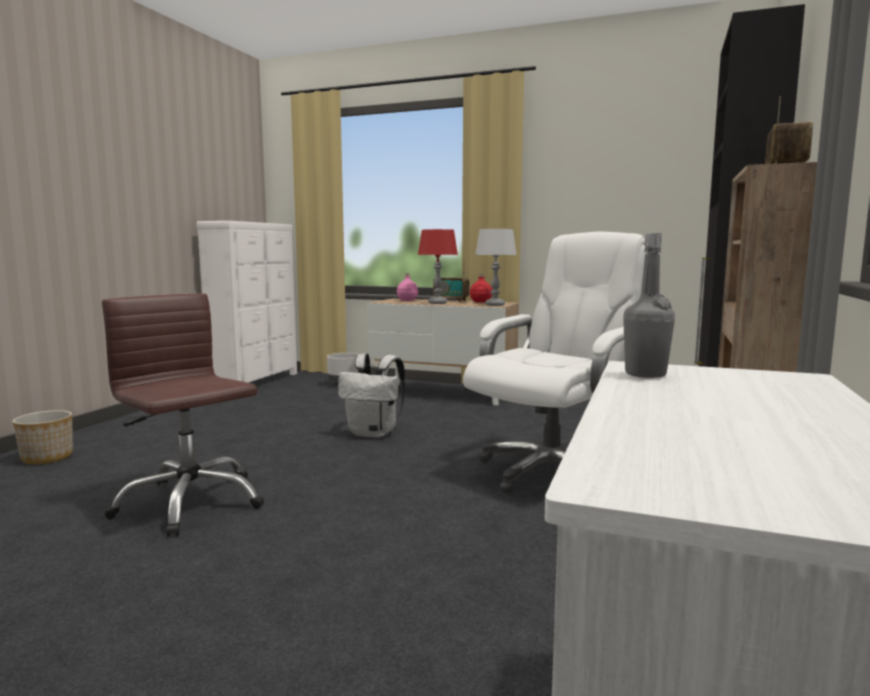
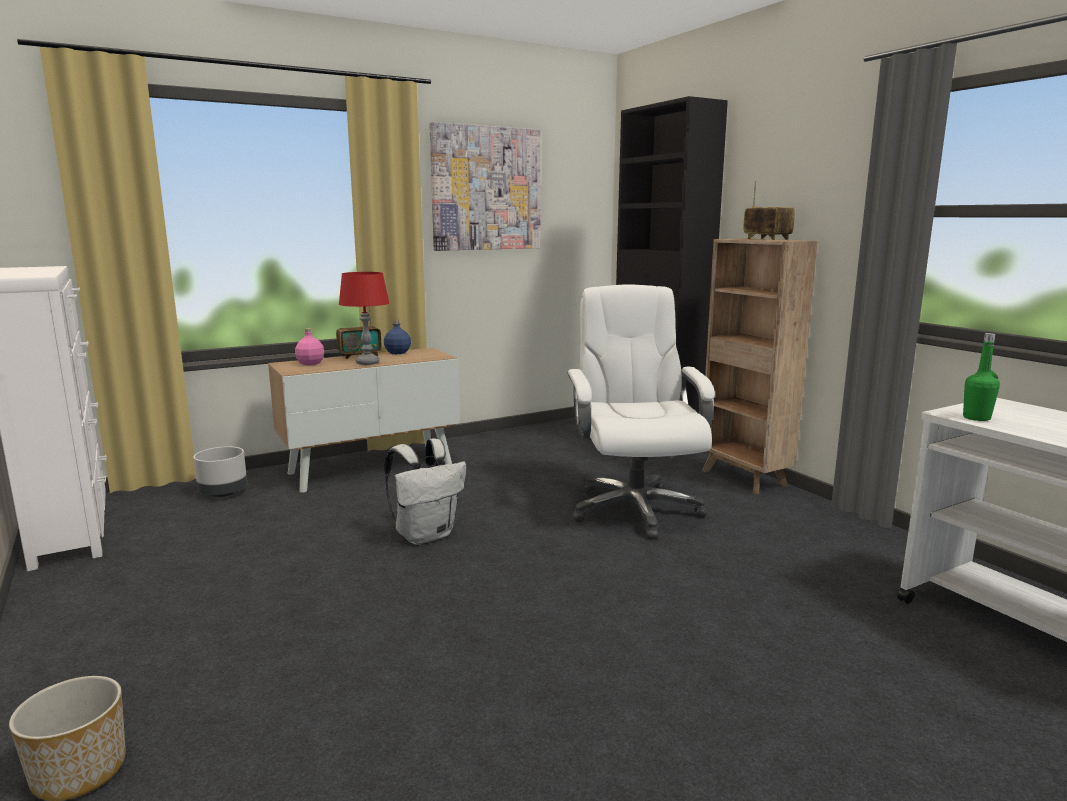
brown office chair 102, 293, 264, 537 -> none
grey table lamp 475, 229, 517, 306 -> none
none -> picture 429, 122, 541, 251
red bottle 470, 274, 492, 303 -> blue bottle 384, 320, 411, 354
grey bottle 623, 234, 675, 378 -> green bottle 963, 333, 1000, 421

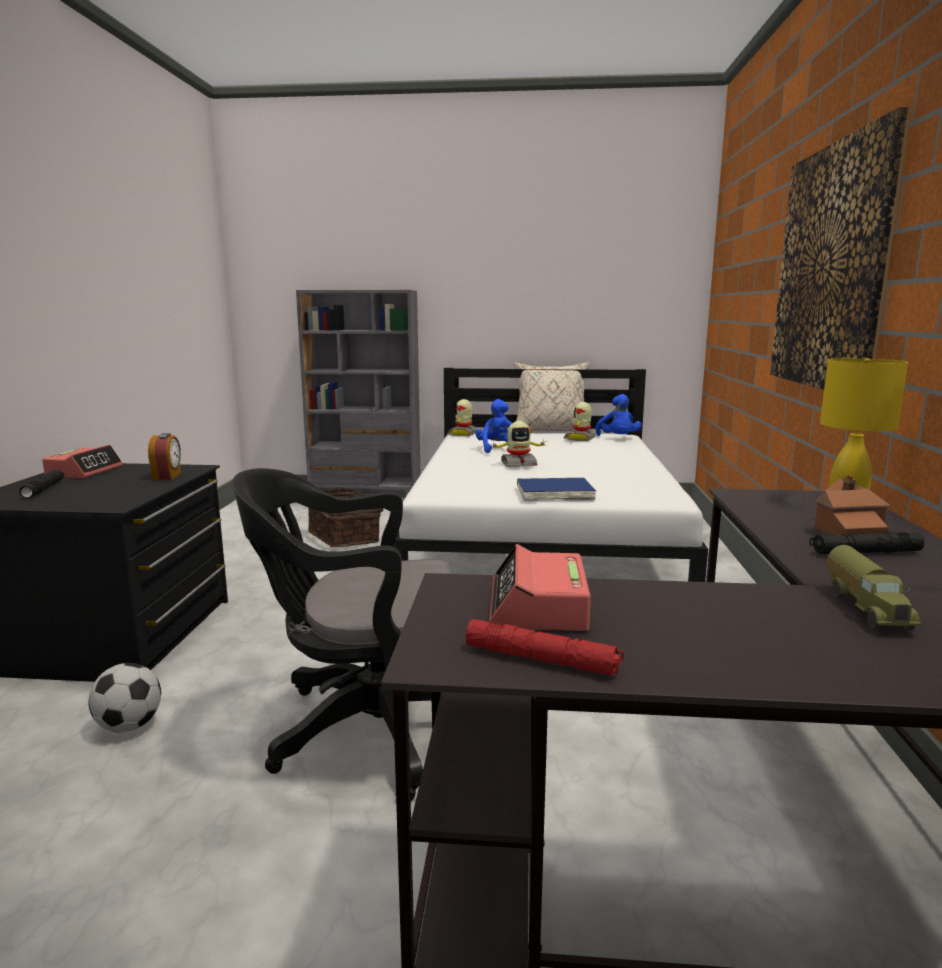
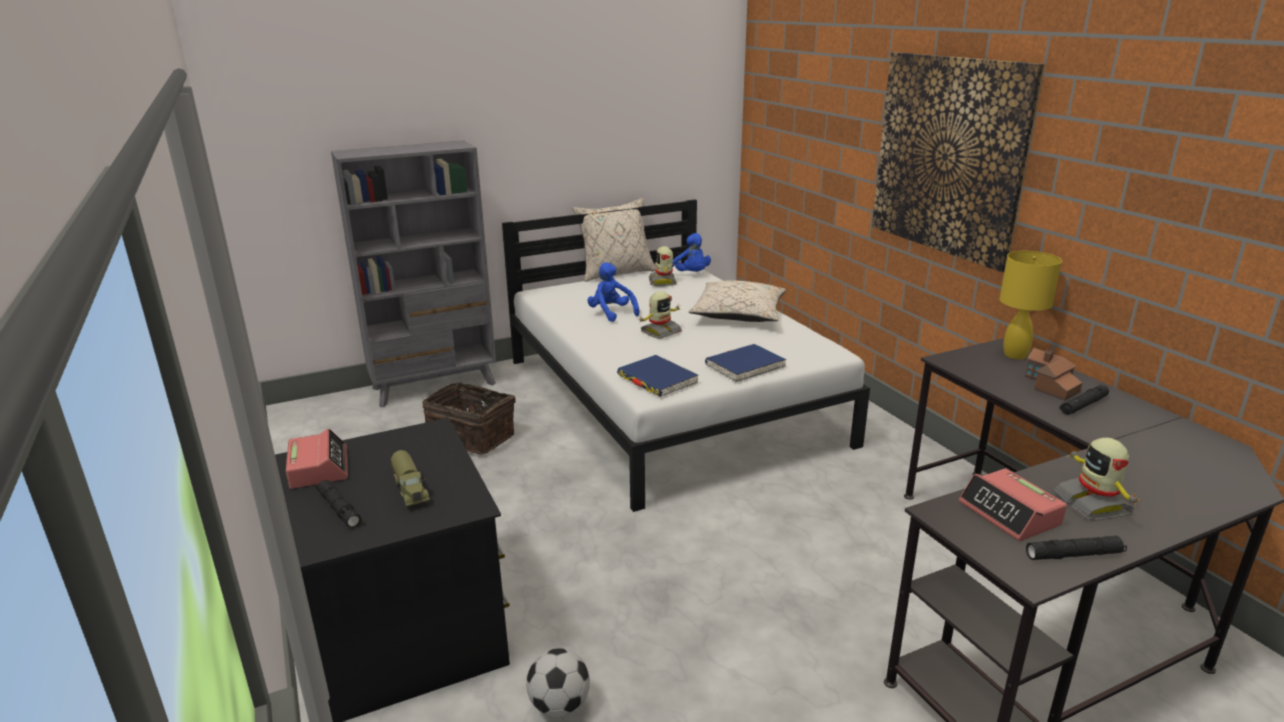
alarm clock 148, 433, 181, 480 -> none
black office chair 232, 468, 450, 801 -> none
none -> blue book 617, 355, 699, 397
none -> beige pillow 689, 280, 786, 322
toy robot 447, 399, 477, 436 -> toy robot 1053, 438, 1142, 521, moved
toy truck 826, 545, 922, 631 -> toy truck 391, 450, 430, 508, moved
red flashlight 466, 619, 624, 676 -> black flashlight 1026, 535, 1127, 560

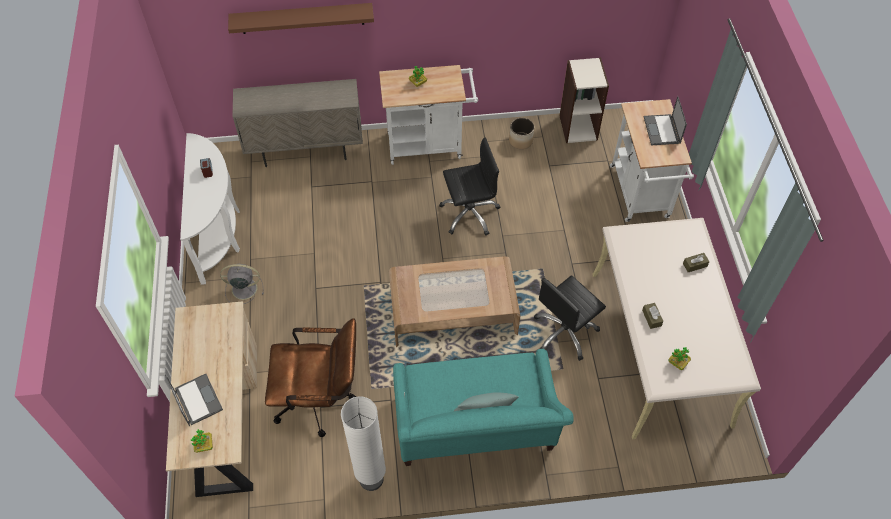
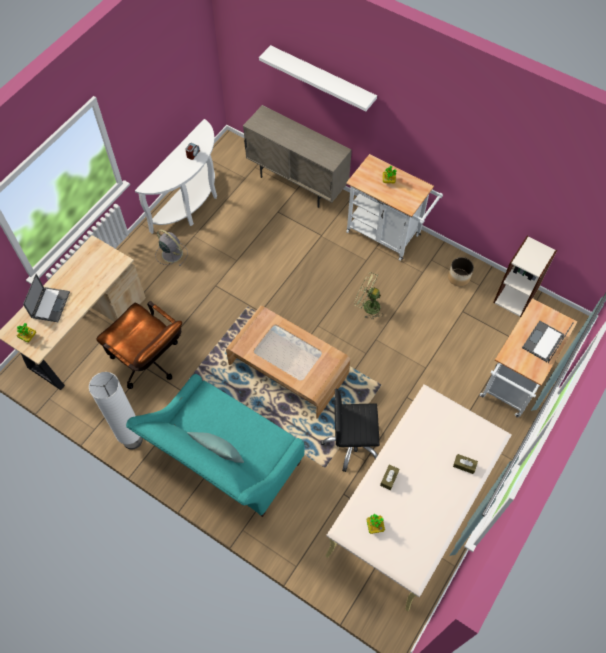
black office chair 439, 138, 500, 236 -> green fan 354, 272, 382, 320
brown shelf 228, 3, 374, 34 -> white shelf 259, 45, 377, 112

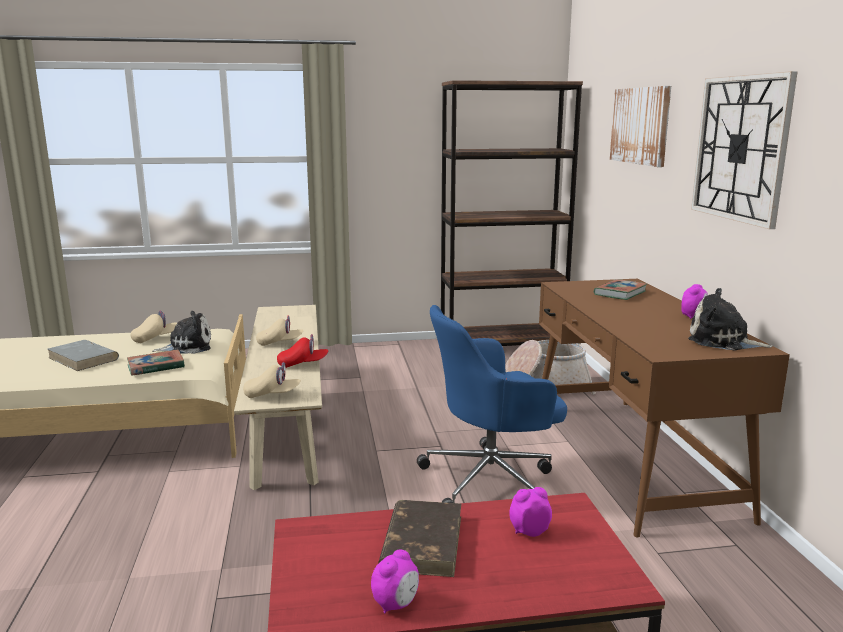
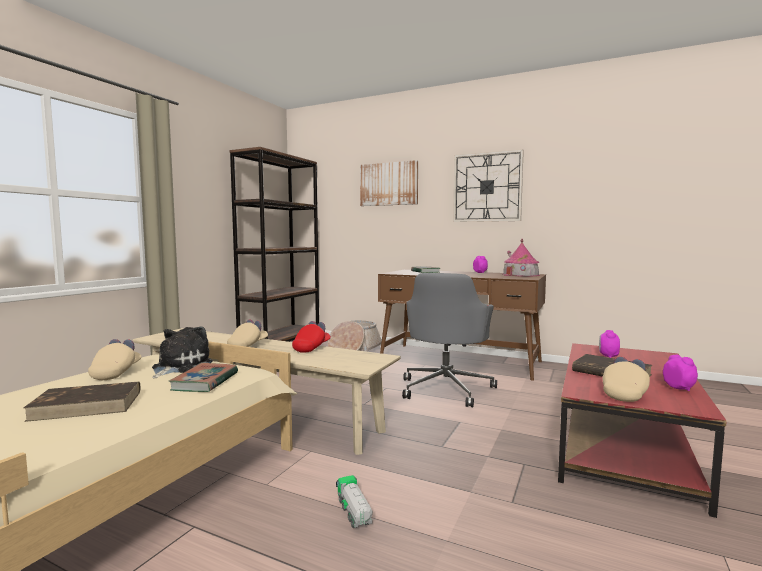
none -> toy truck 336, 475, 373, 528
beige cap 243, 362, 301, 398 -> beige cap 603, 357, 650, 402, moved
plush toy 688, 288, 773, 350 -> toy house 502, 239, 540, 277
grey book 48, 340, 119, 371 -> brown book 23, 382, 140, 422
blue office chair 417, 305, 567, 503 -> grey office chair 402, 273, 497, 407

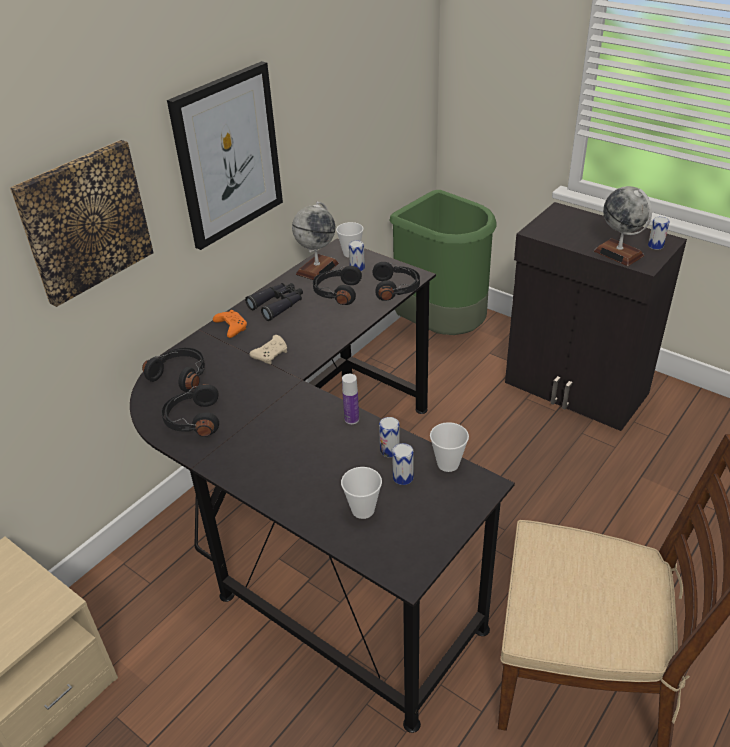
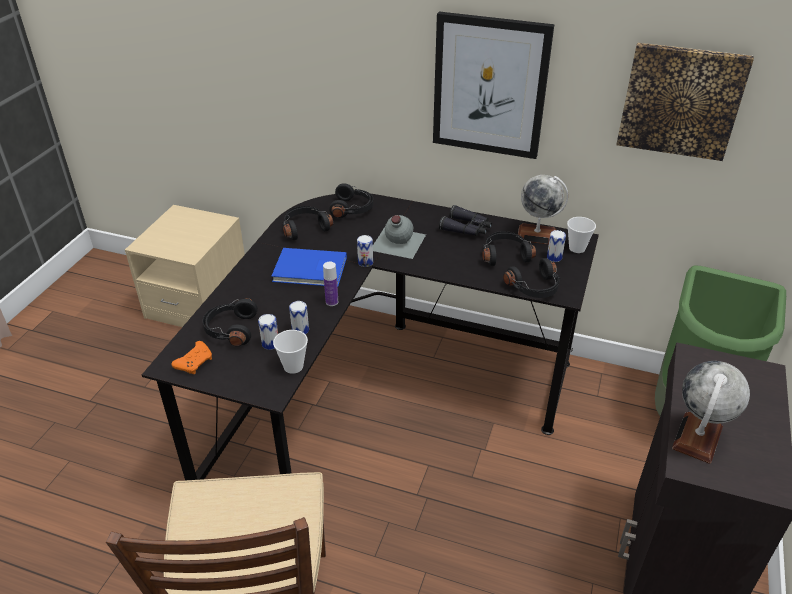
none -> blue book 271, 248, 347, 287
picture 10, 140, 154, 307 -> picture 616, 42, 754, 161, moved
orange game controller 213, 310, 247, 338 -> orange game controller 171, 341, 212, 374, moved
can 648, 217, 670, 250 -> can 357, 235, 373, 267, moved
beige game controller 250, 335, 287, 364 -> grey bottle 373, 215, 426, 259
cup 341, 467, 382, 519 -> black headphones 202, 298, 258, 346

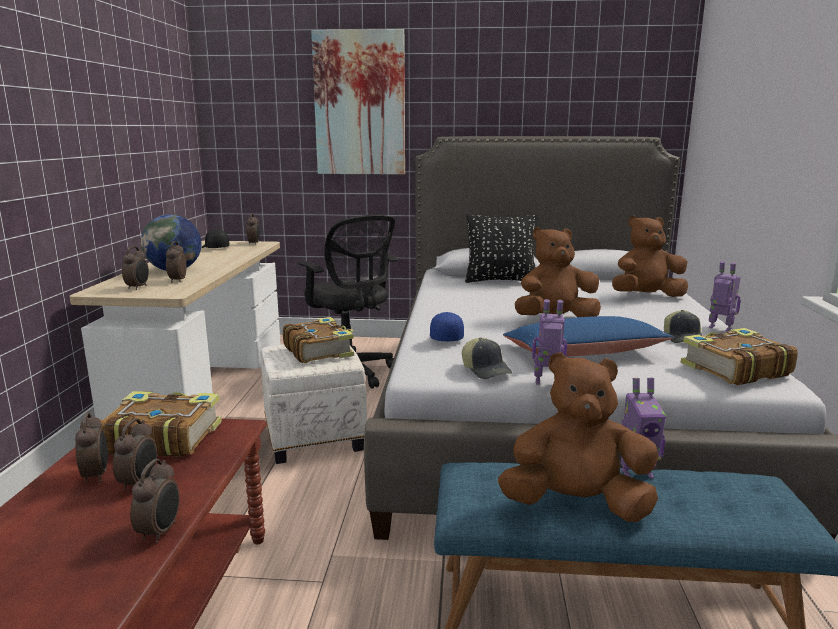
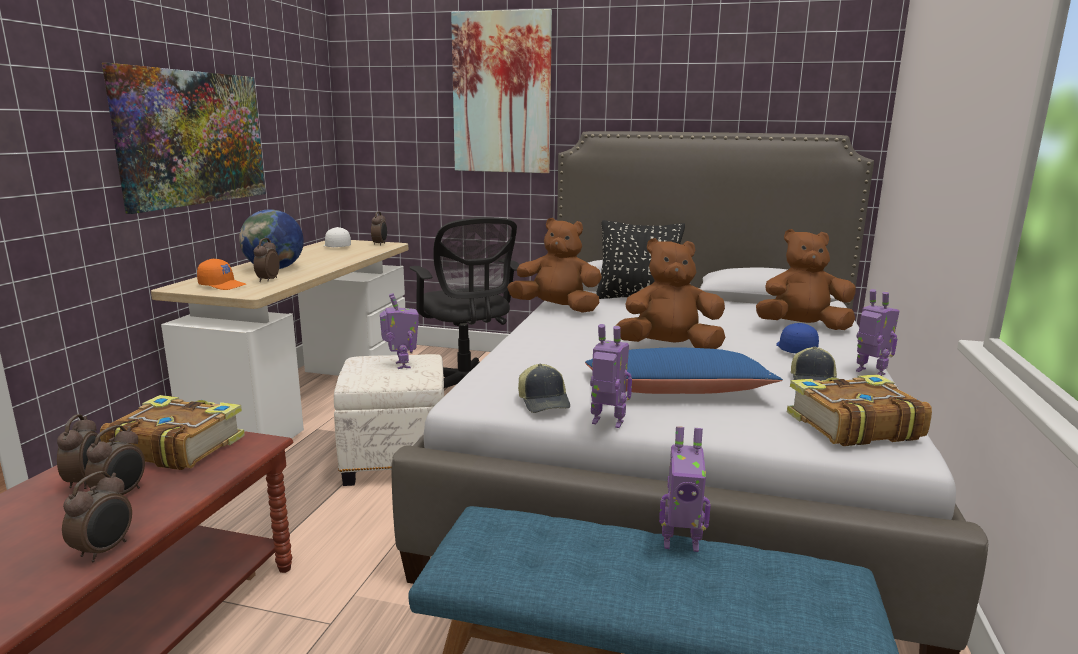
none -> picture 102, 63, 266, 214
blue cap 430, 312, 464, 341 -> blue cap 776, 323, 819, 353, moved
brown plush toy 498, 352, 658, 522 -> brown plush toy 507, 218, 602, 313, moved
alarm clock 122, 246, 149, 290 -> orange cap 197, 258, 246, 290
book 283, 317, 354, 363 -> toy robot 380, 293, 419, 369
black cap 202, 229, 230, 248 -> white cap 324, 227, 351, 247

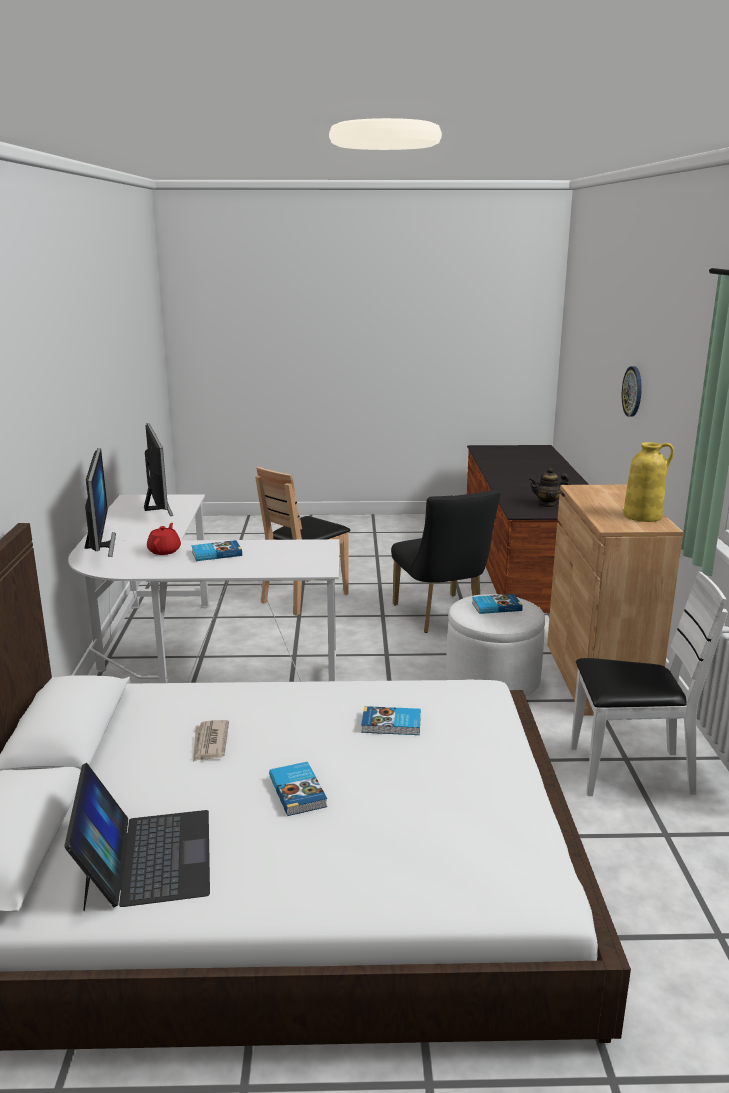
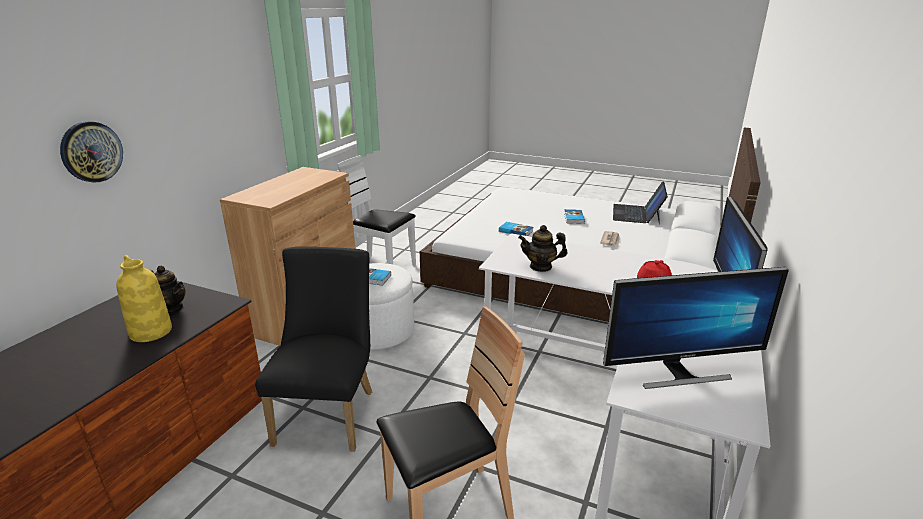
book 192, 540, 242, 561 -> none
none -> teapot 518, 225, 568, 272
yellow vase 623, 442, 674, 522 -> yellow vase 116, 255, 172, 342, moved
monitor 144, 423, 174, 516 -> monitor 603, 267, 789, 389, 105 degrees counterclockwise

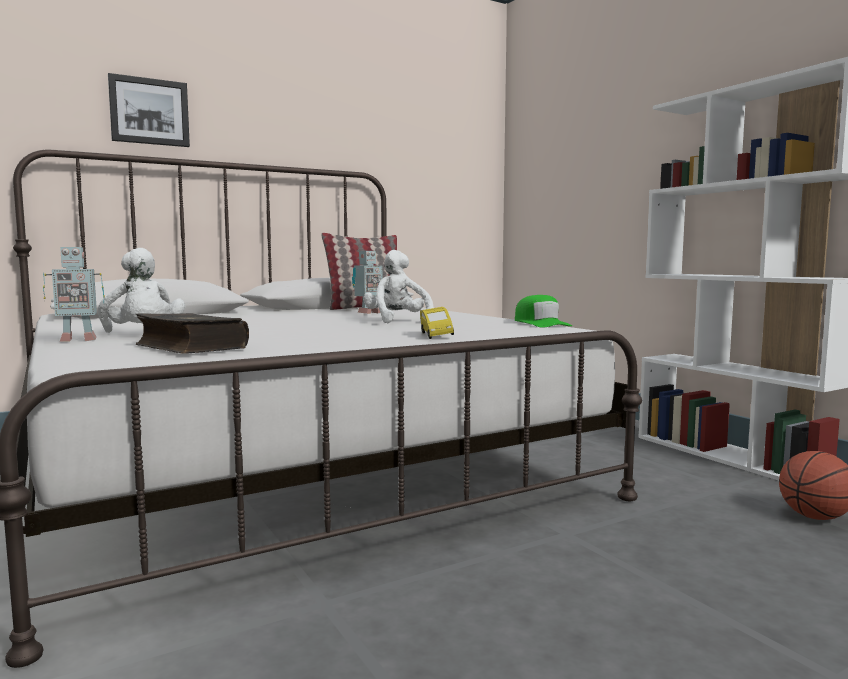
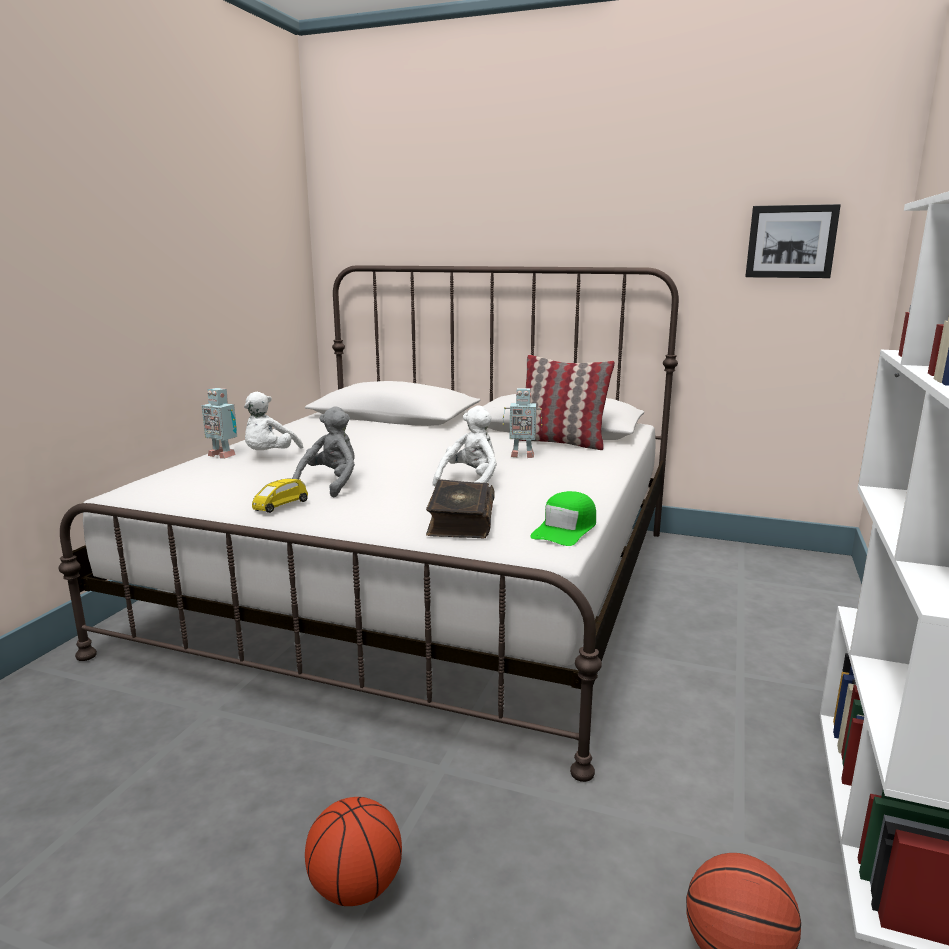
none -> grey plush toy 292, 407, 355, 497
none -> basketball 305, 797, 402, 906
picture 108, 73, 190, 147 -> picture 745, 204, 841, 278, moved
book 136, 313, 249, 354 -> book 426, 479, 495, 538, moved
yellow toy car 420, 307, 454, 339 -> yellow toy car 252, 478, 308, 513, moved

